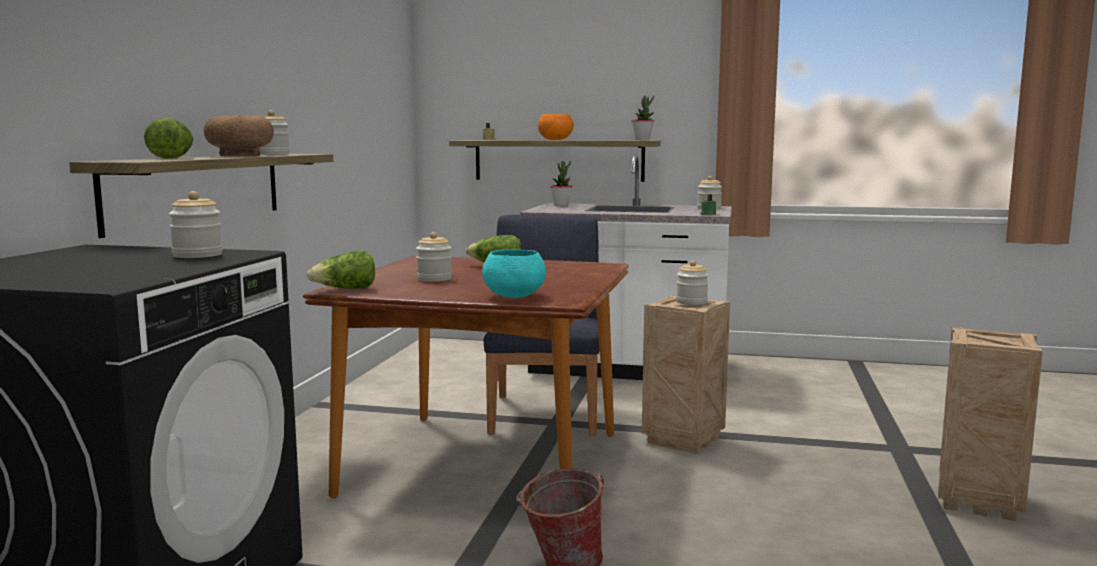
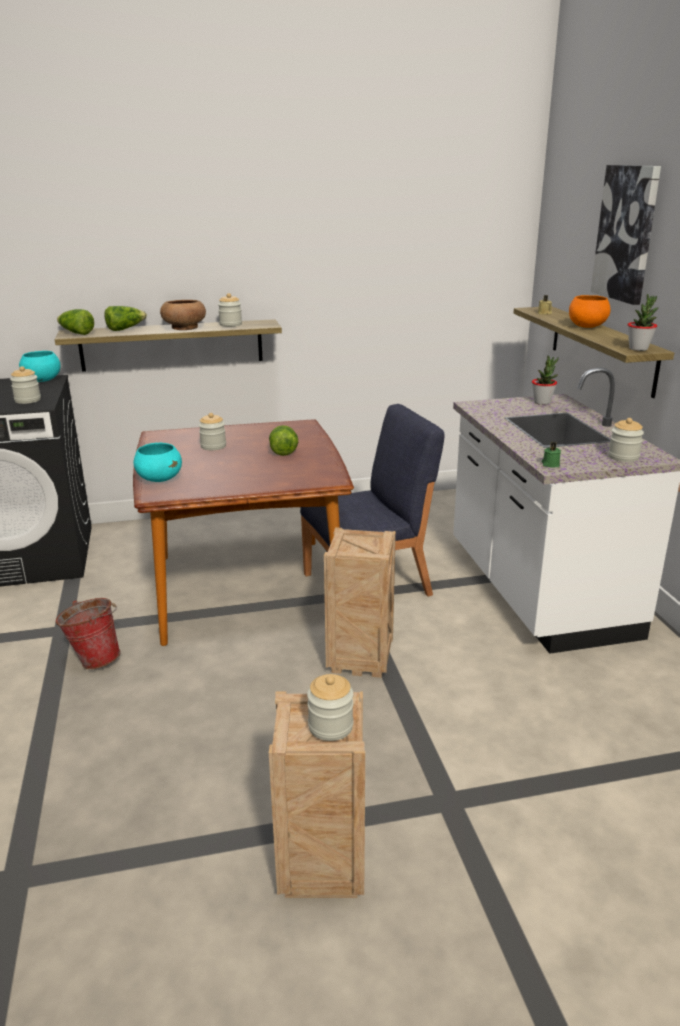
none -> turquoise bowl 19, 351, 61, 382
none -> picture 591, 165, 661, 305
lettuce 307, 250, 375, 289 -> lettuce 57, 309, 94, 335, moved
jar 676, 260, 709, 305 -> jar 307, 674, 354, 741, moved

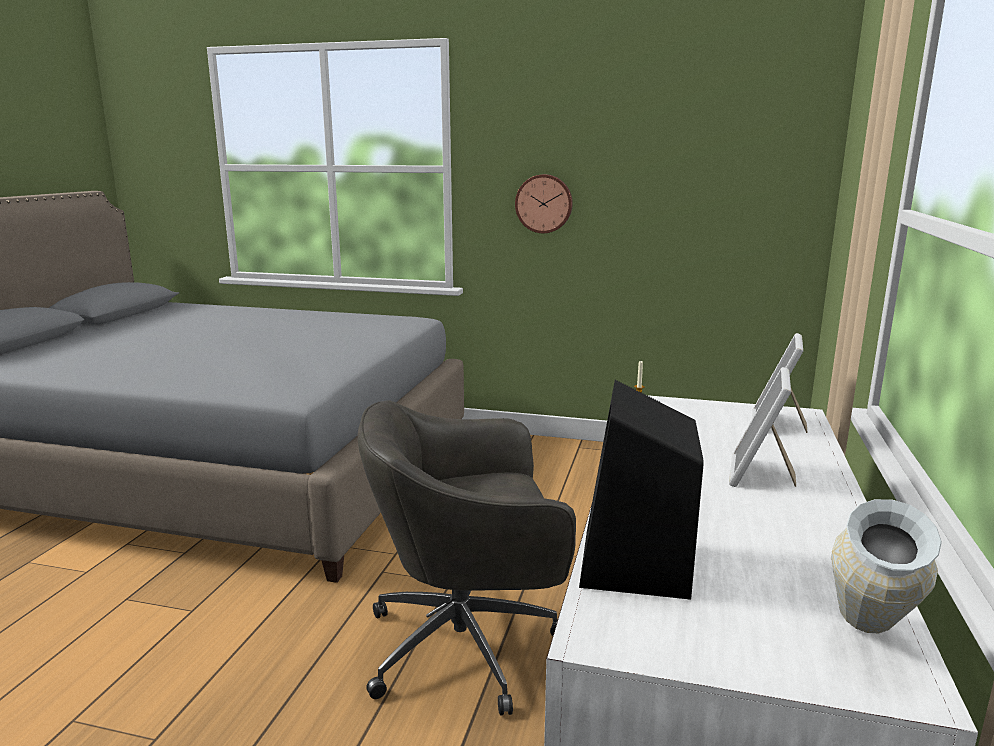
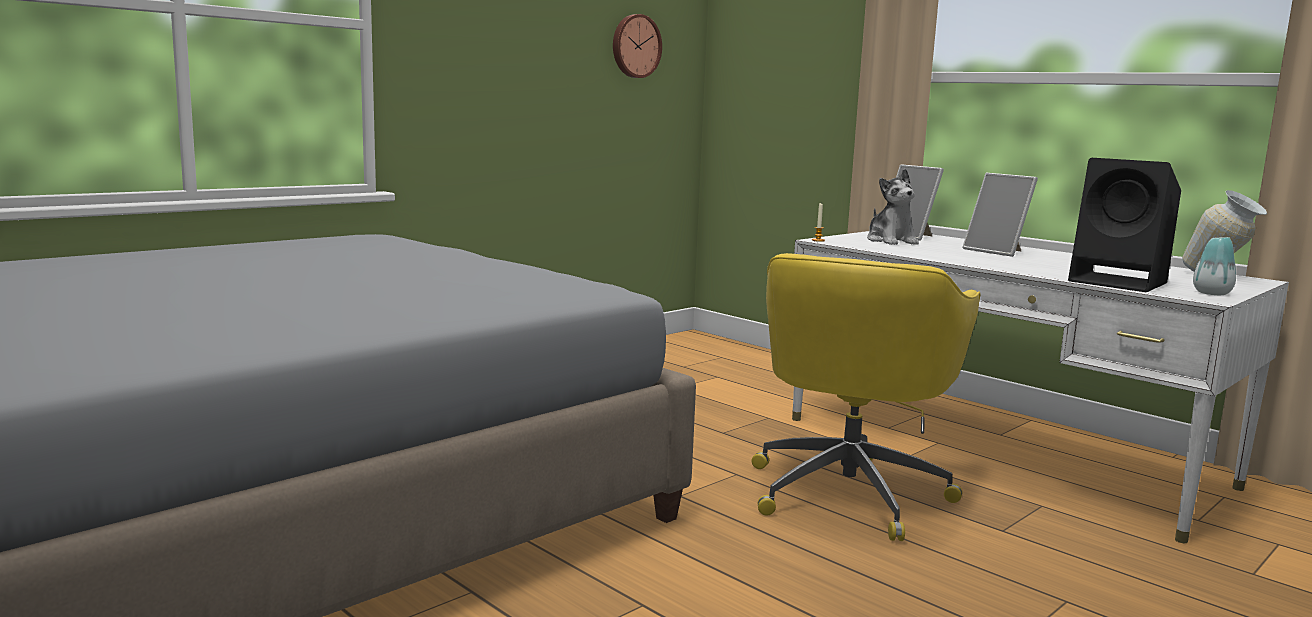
none -> plush toy 867, 169, 919, 245
none -> vase 1193, 237, 1236, 295
wall clock 515, 174, 573, 233 -> wall clock 613, 14, 662, 78, moved
grey office chair 358, 400, 576, 715 -> yellow office chair 751, 253, 981, 541

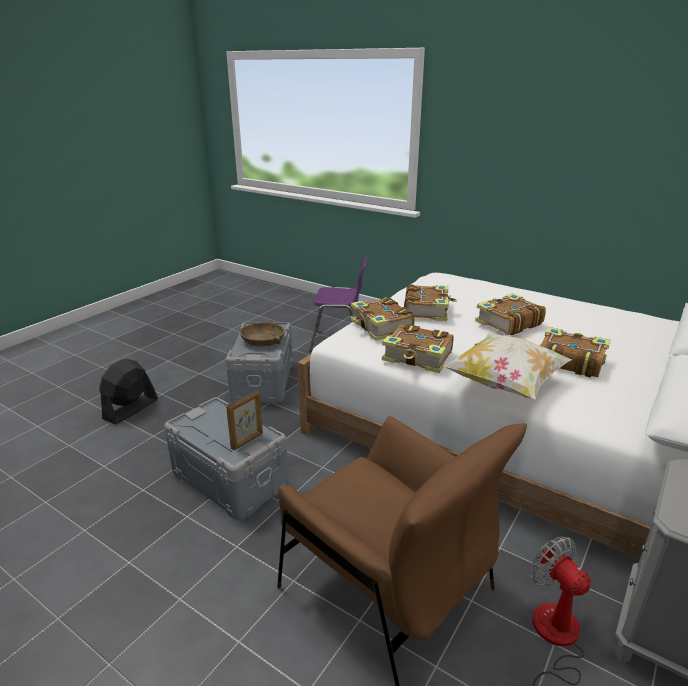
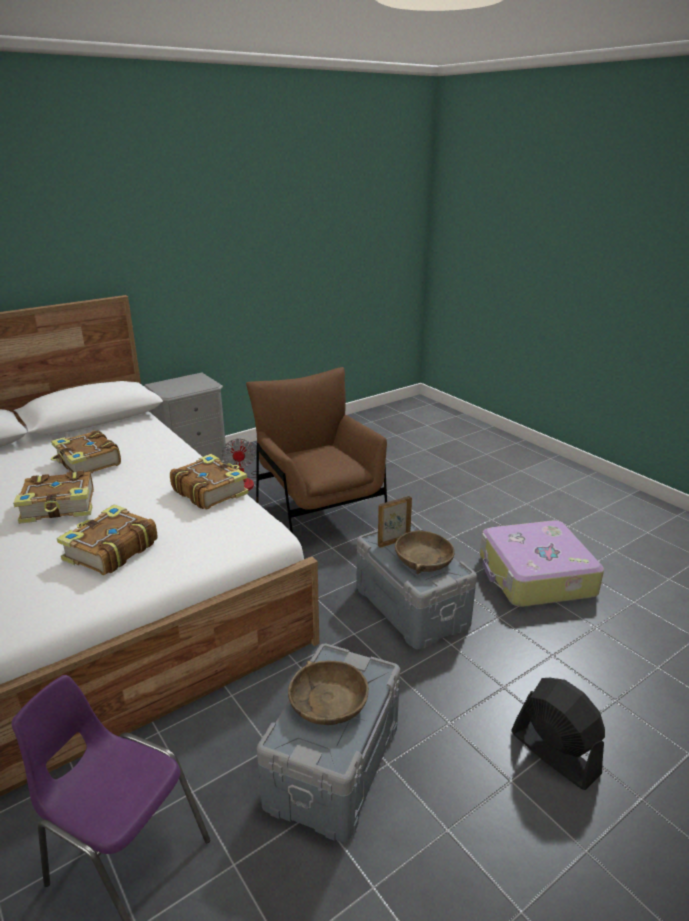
book 351, 297, 415, 341 -> none
pillow 443, 334, 572, 399 -> none
none -> brown bowl 395, 531, 455, 575
none -> suitcase 480, 520, 604, 607
black fan 99, 359, 158, 425 -> black fan 511, 678, 605, 790, 90 degrees counterclockwise

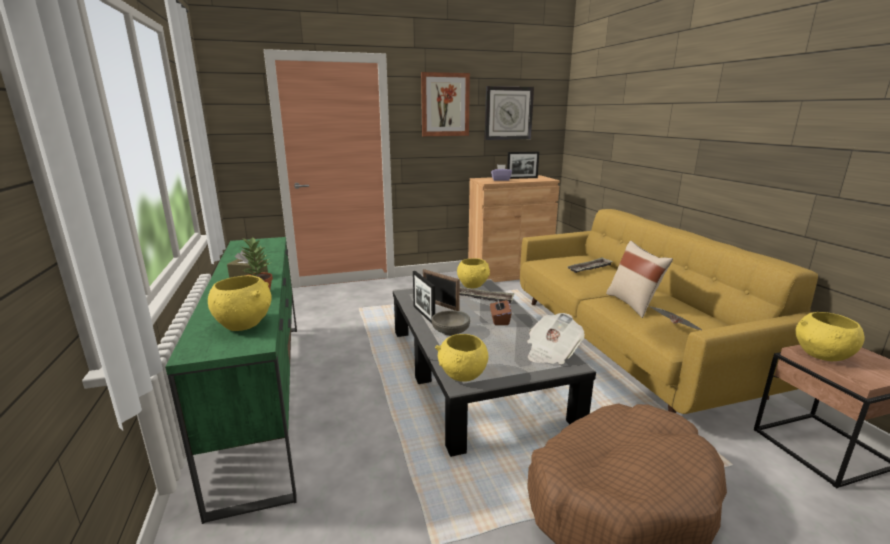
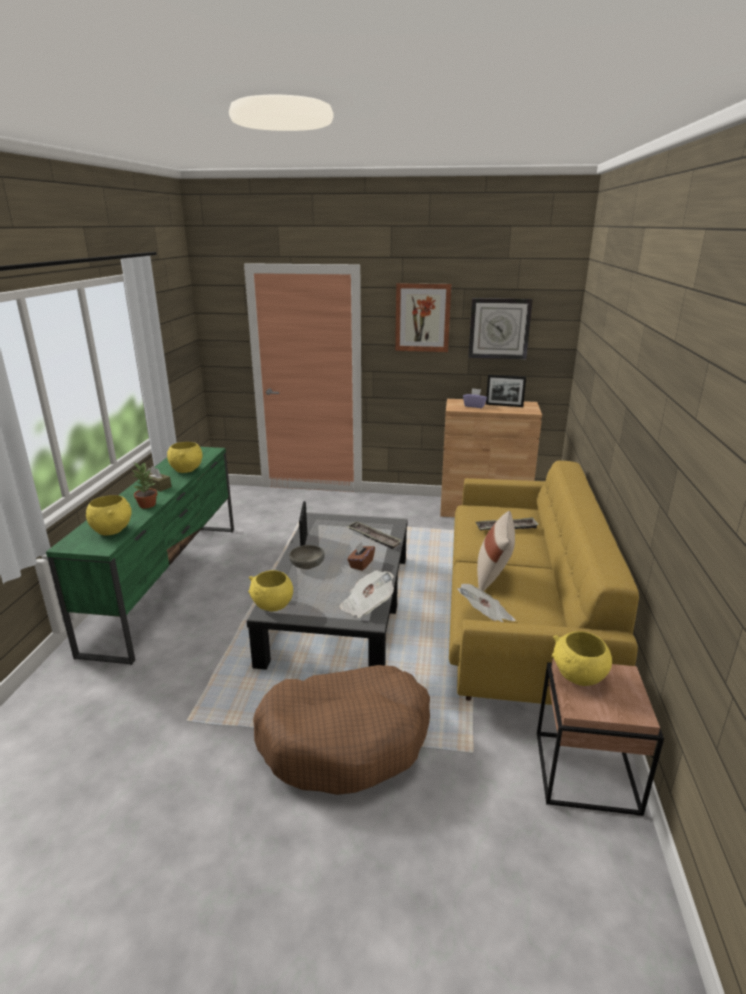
picture frame 423, 269, 460, 311 -> none
yellow bowl 457, 258, 490, 288 -> yellow bowl 167, 442, 203, 473, moved

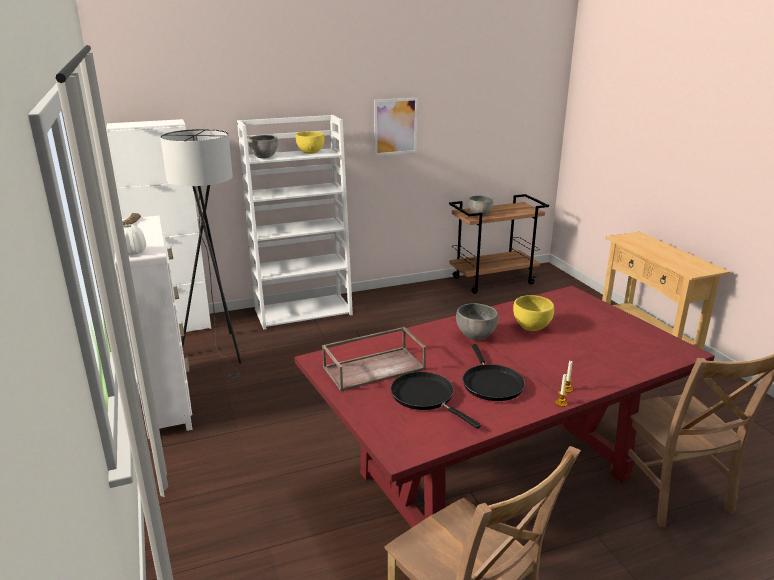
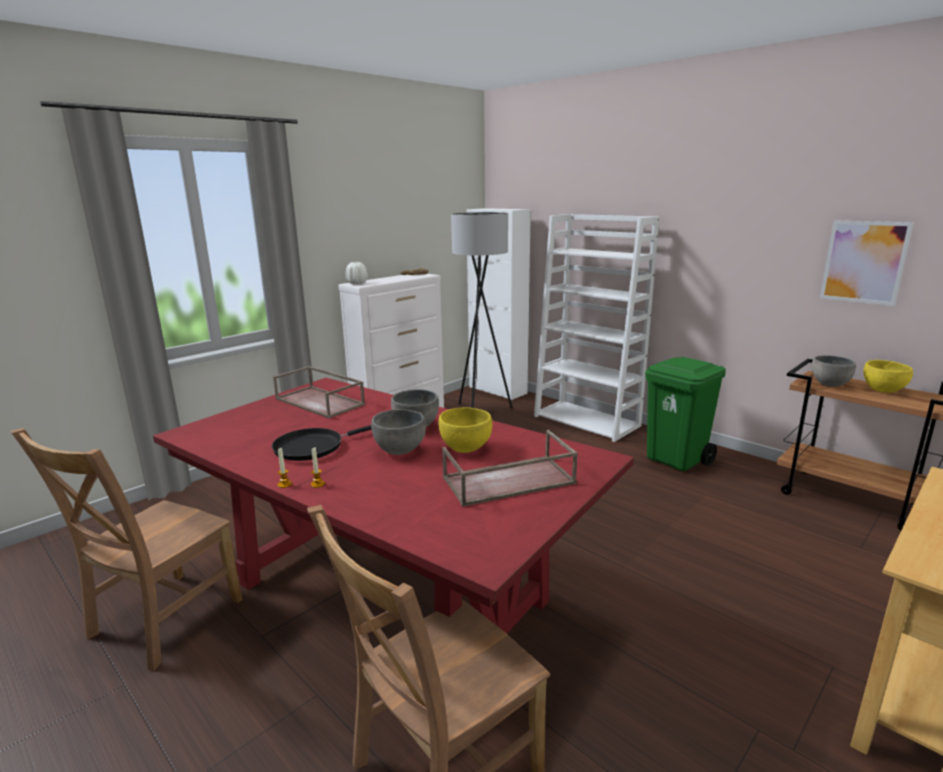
black frying pan 391, 372, 481, 429 -> none
none -> brown tray 442, 430, 578, 507
none -> green trash can 645, 357, 726, 472
grey bowl 248, 135, 278, 158 -> grey bowl 371, 409, 426, 455, moved
yellow bowl 296, 131, 325, 154 -> yellow bowl 864, 360, 913, 393, moved
picture 374, 98, 418, 156 -> picture 820, 220, 914, 306, moved

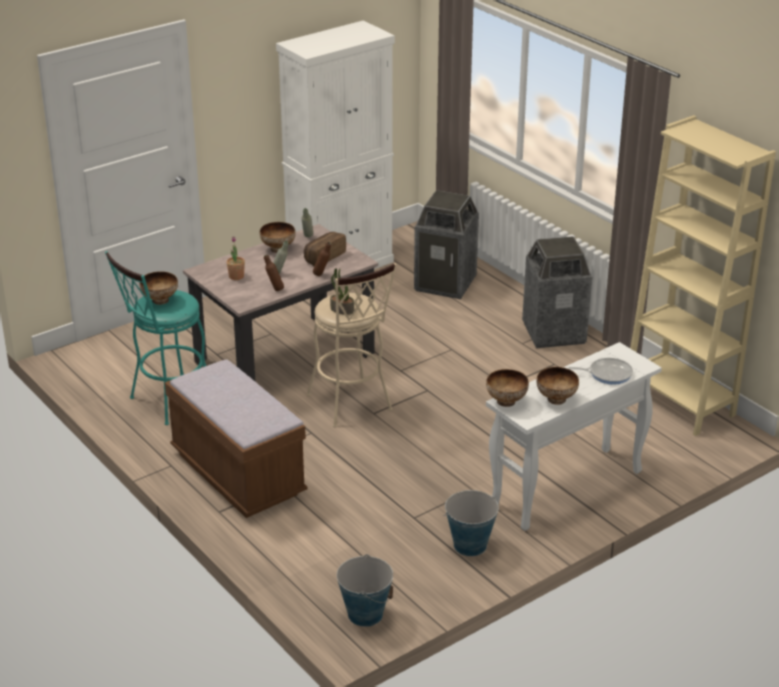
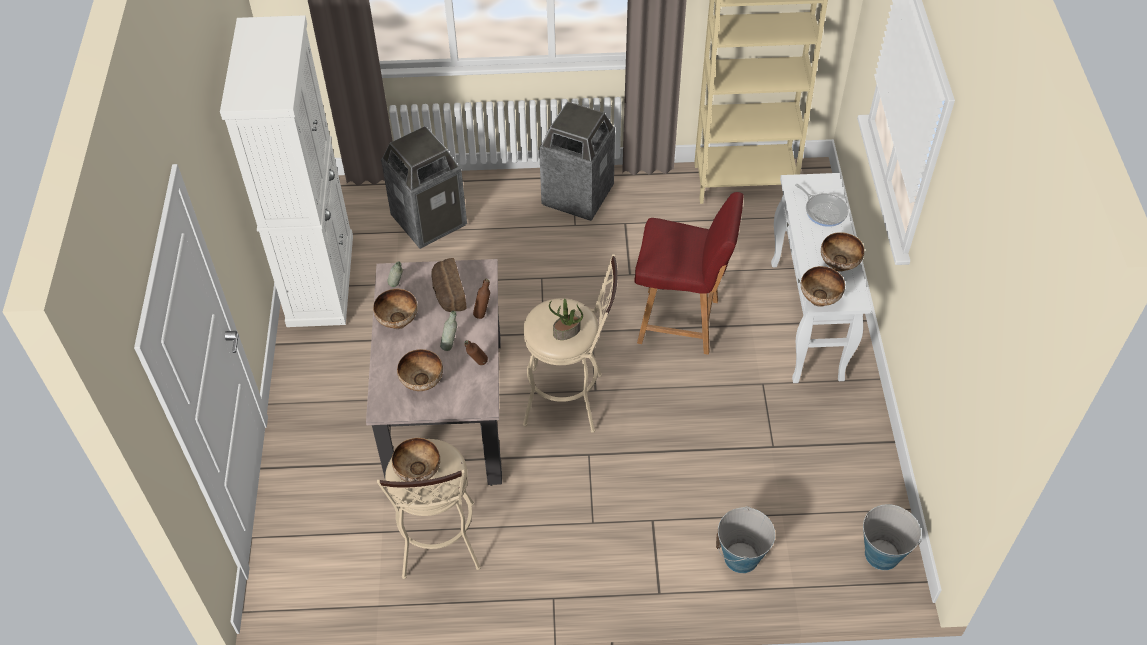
brown bench 165, 359, 308, 518 -> none
none -> red chair 634, 192, 744, 355
bucket 443, 490, 499, 556 -> bucket 716, 506, 775, 573, moved
potted plant 227, 236, 245, 280 -> bowl 397, 349, 443, 391
turquoise stool 105, 251, 206, 425 -> beige stool 377, 439, 481, 579
frying pan 568, 358, 633, 385 -> frying pan 795, 184, 848, 227, 105 degrees clockwise

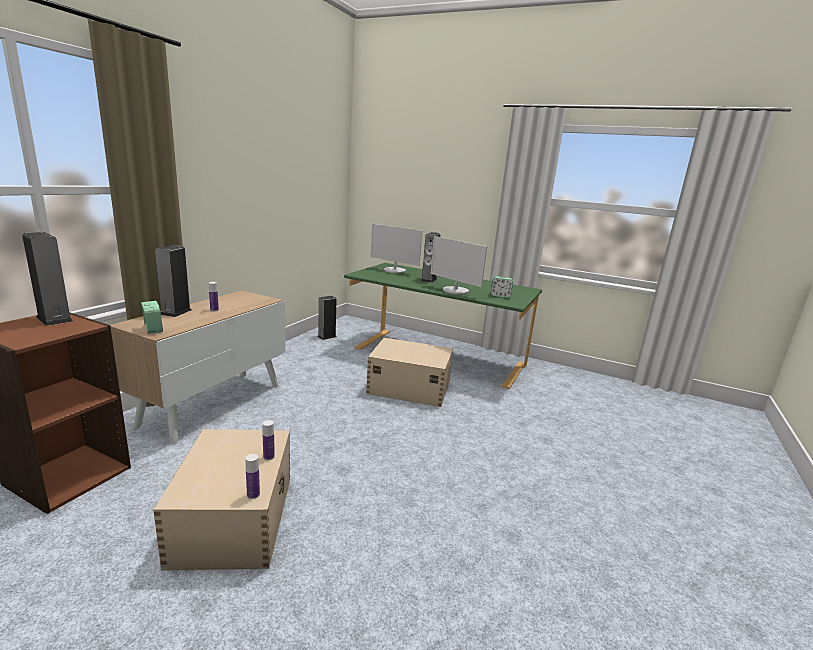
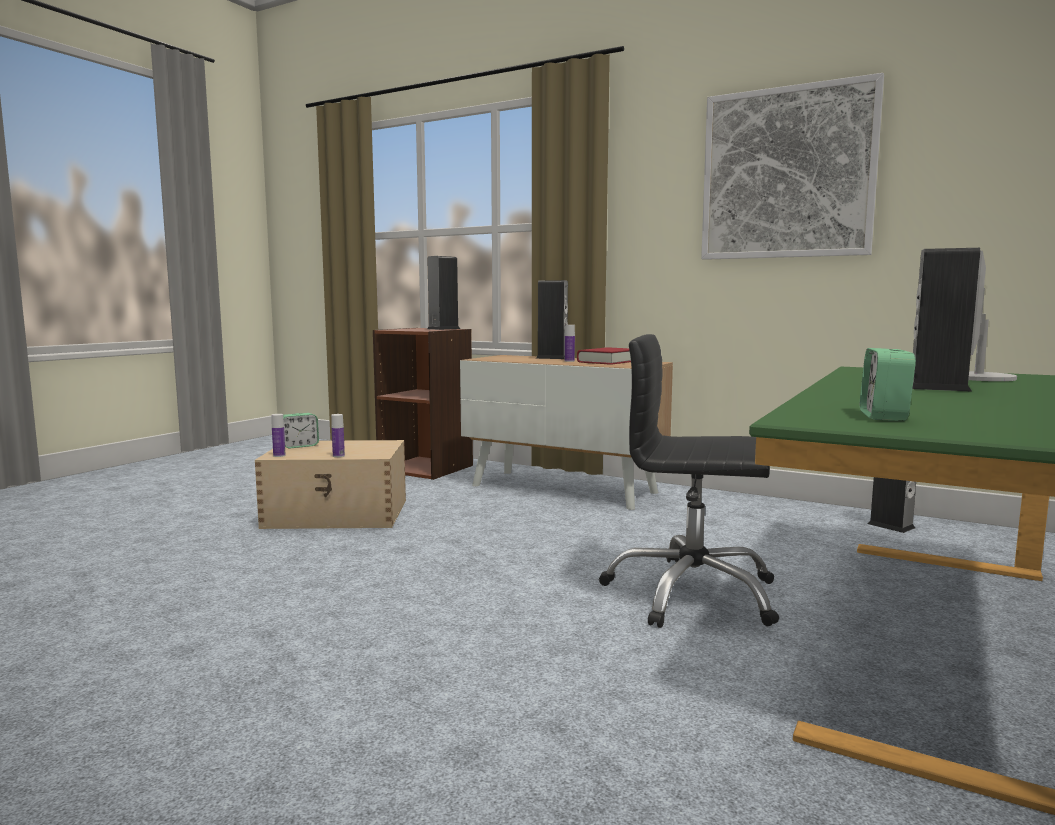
monitor 431, 236, 487, 294 -> none
none -> red book 577, 347, 631, 365
none -> picture 701, 73, 884, 260
alarm clock 141, 301, 163, 334 -> alarm clock 283, 413, 319, 449, moved
beige storage box 366, 338, 453, 407 -> black office chair 599, 334, 779, 628

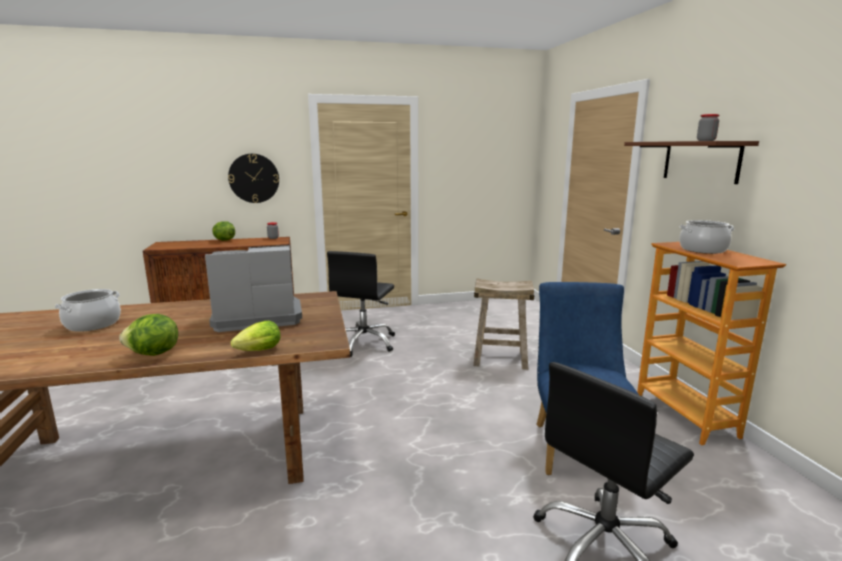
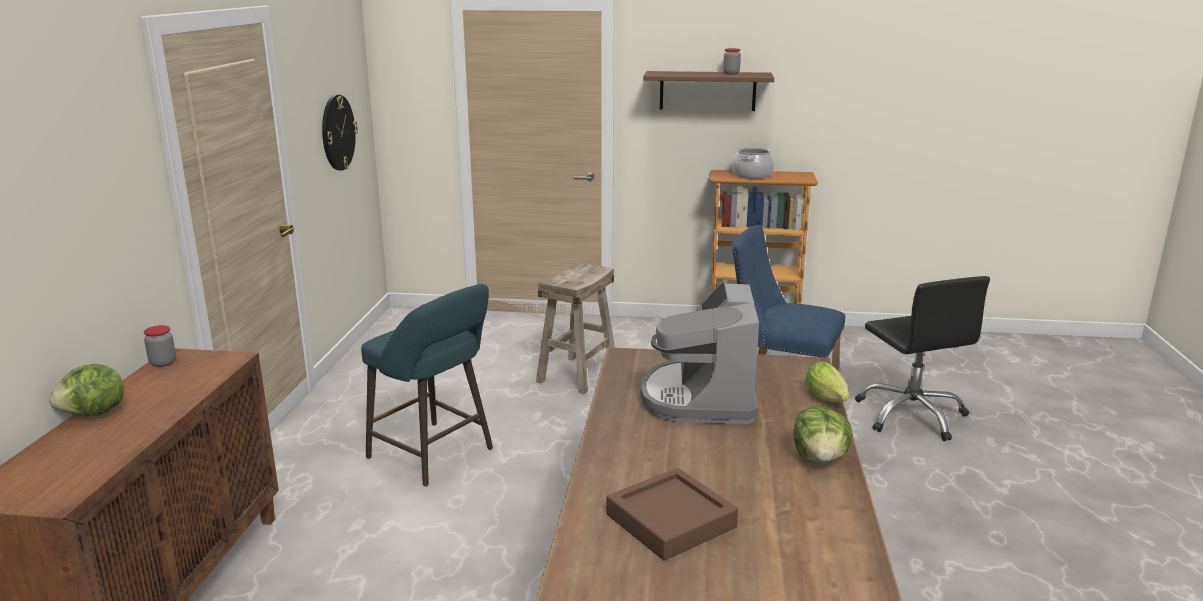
wall clock 228, 154, 279, 203 -> wall clock 322, 95, 358, 171, moved
cooking pot 55, 289, 121, 332 -> brown tray 607, 468, 738, 561
black office chair 327, 251, 395, 357 -> turquoise stool 361, 284, 493, 487

